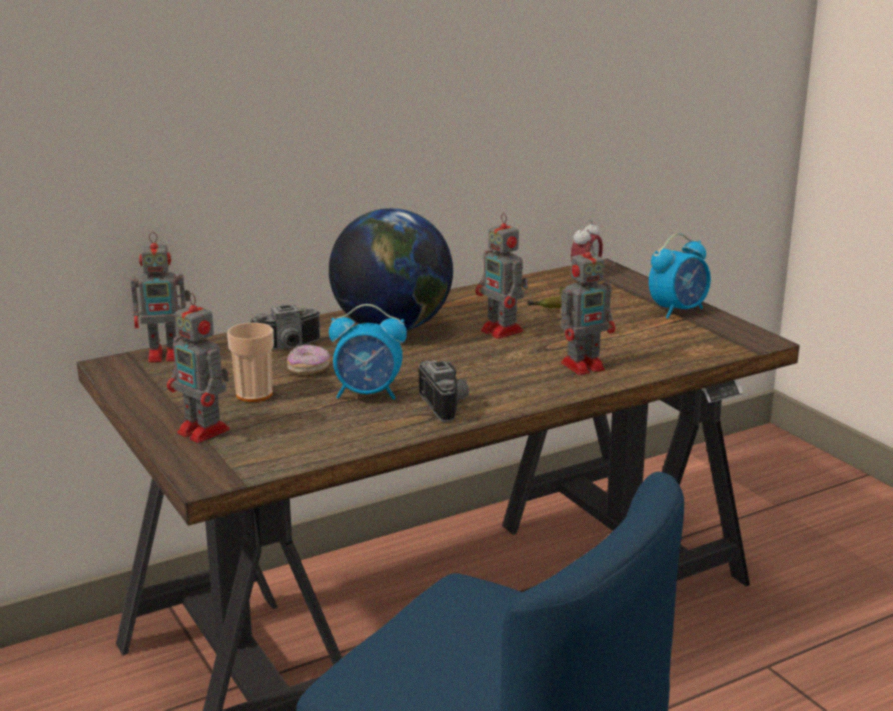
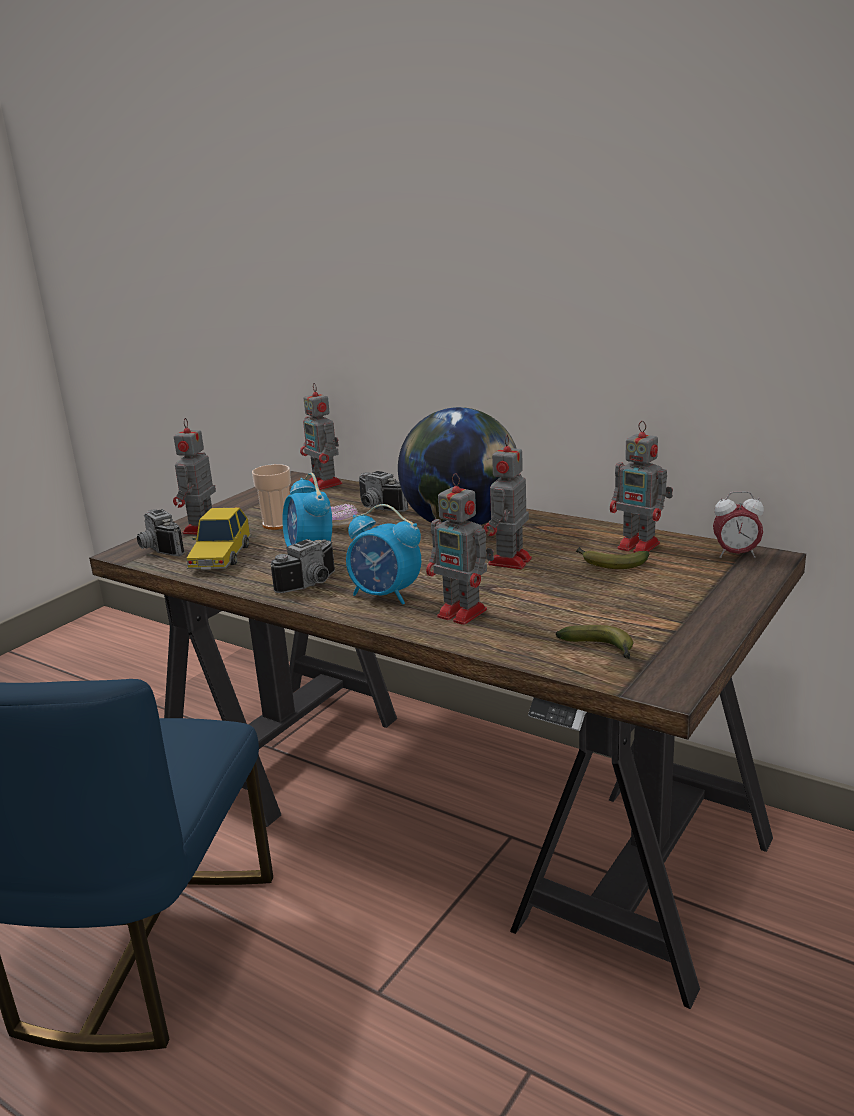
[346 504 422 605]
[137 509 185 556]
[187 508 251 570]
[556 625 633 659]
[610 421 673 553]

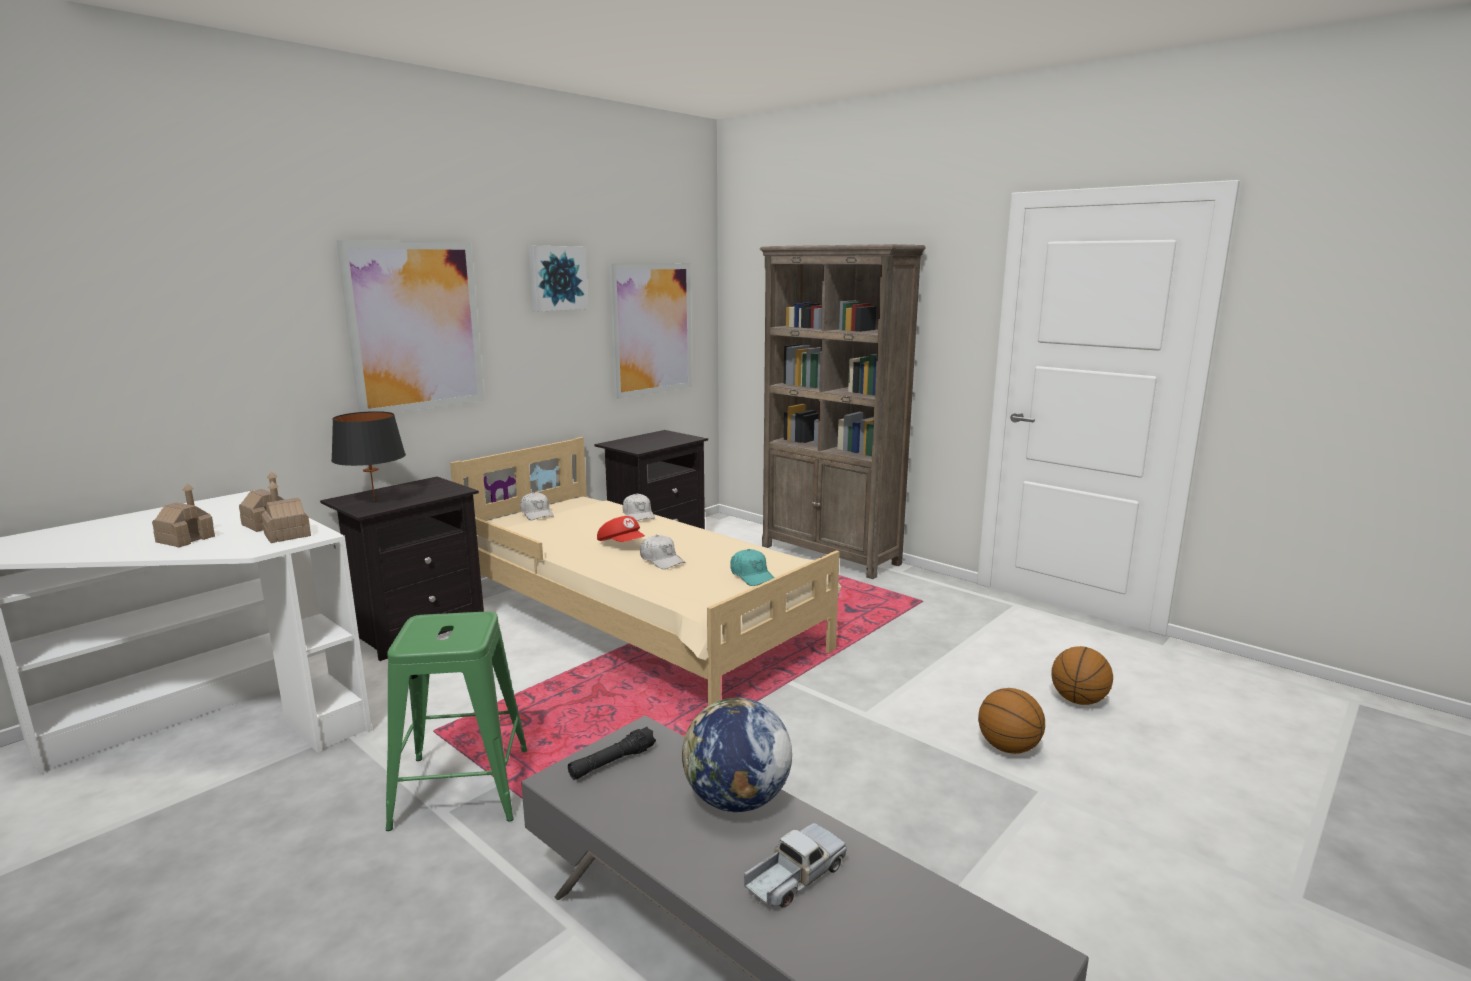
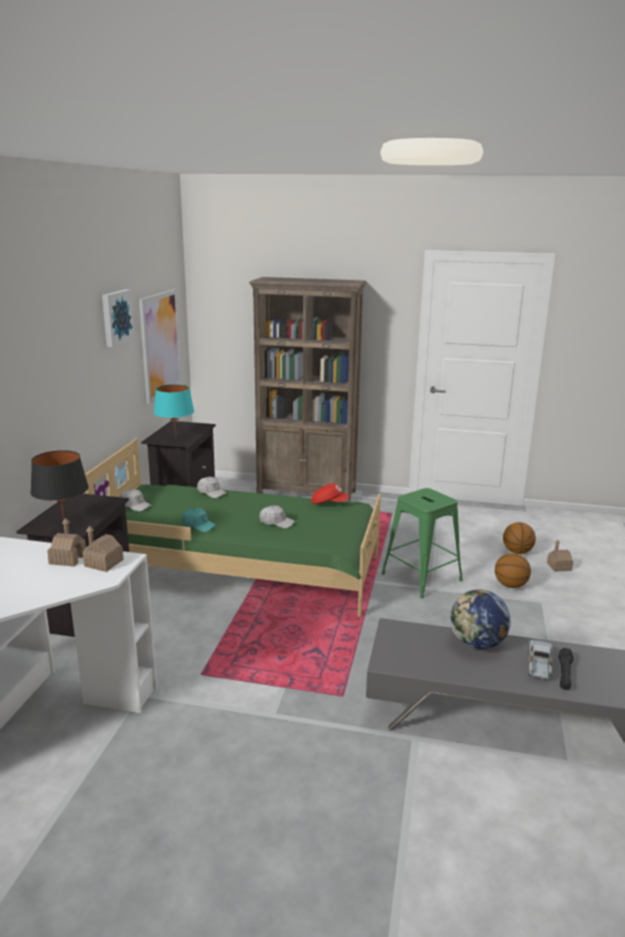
[547 540 573 572]
[336 240 484 413] (first image)
[382 488 463 598]
[83 438 381 617]
[559 648 573 690]
[312 483 350 504]
[182 508 217 532]
[154 384 194 437]

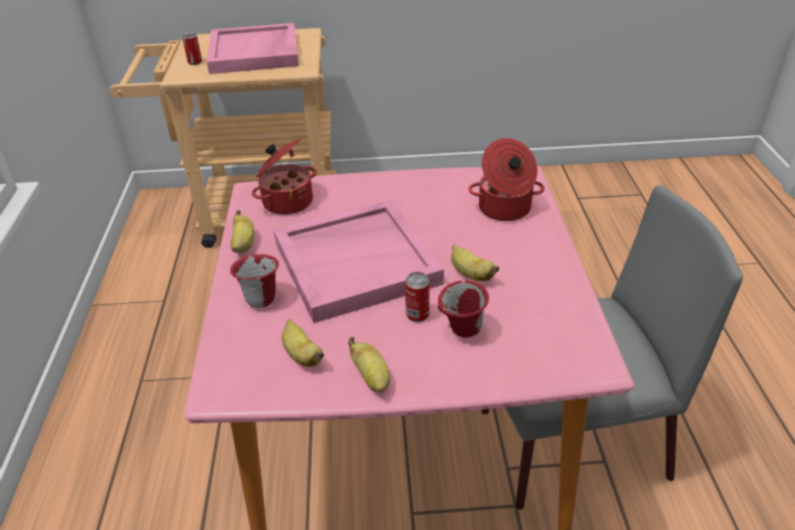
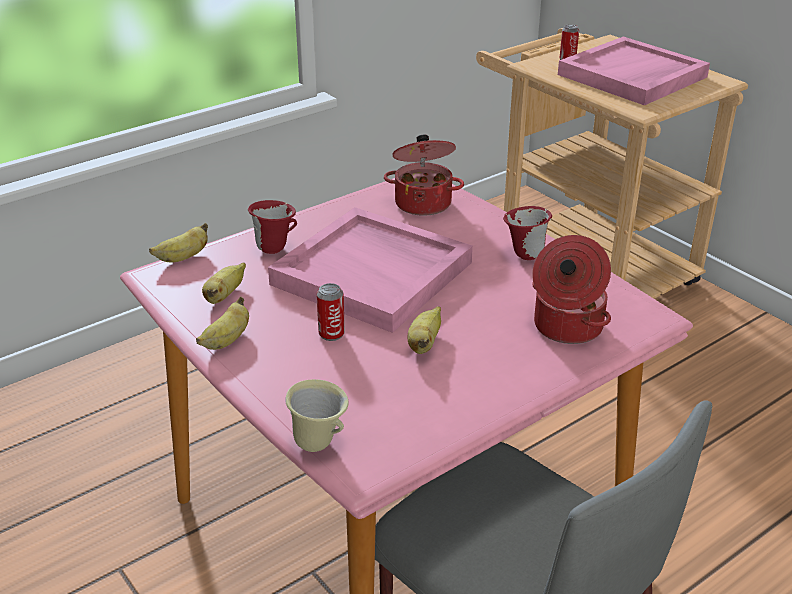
[149 223 208 262]
[503 206 552 260]
[286 379 349 452]

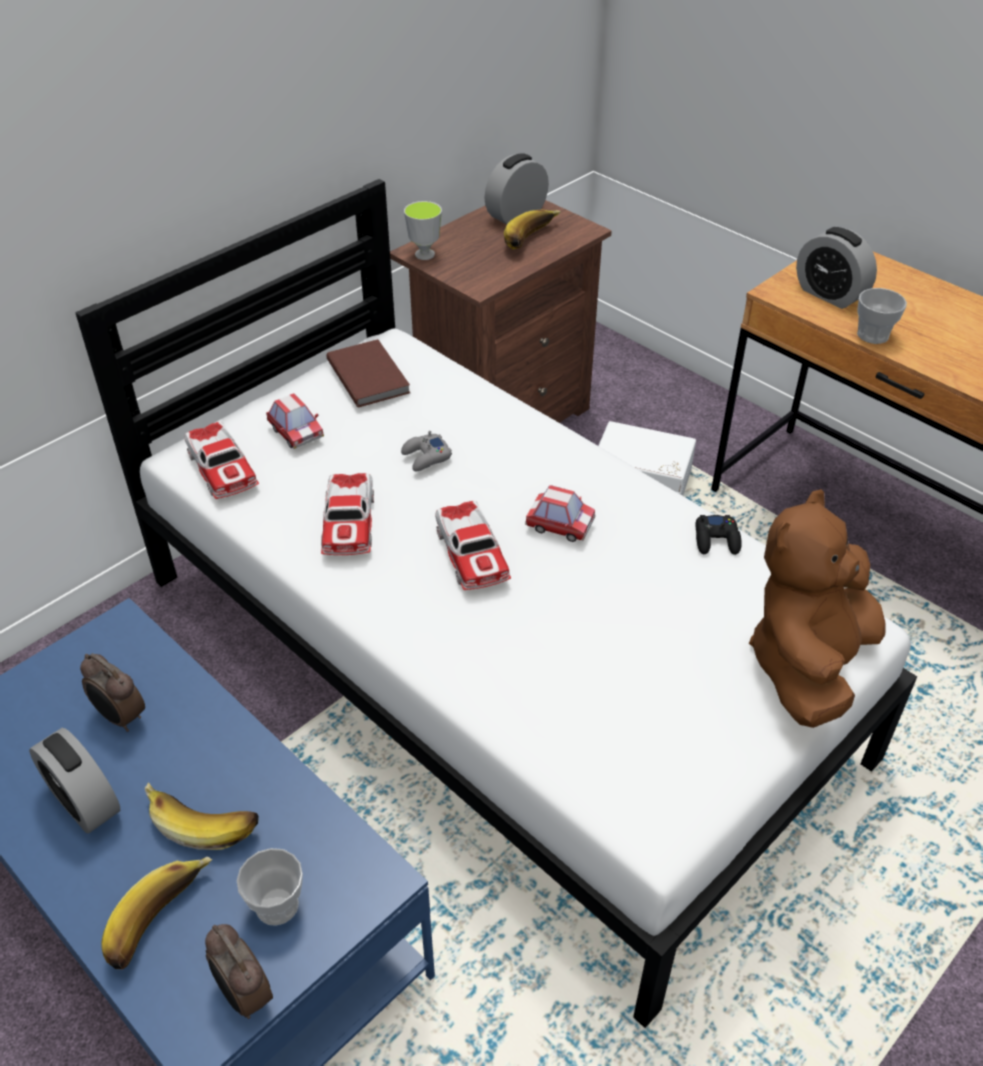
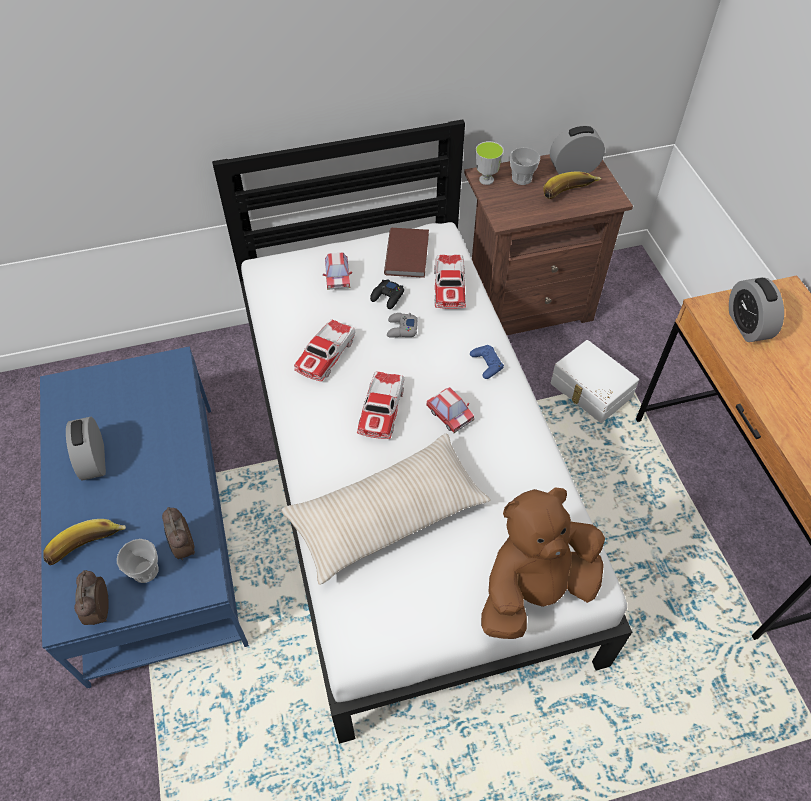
[162 507 195 560]
[144 782 259 850] (first image)
[434 255 466 309]
[370 279 404 309]
[510 147 540 185]
[281 433 491 585]
[470 345 504 379]

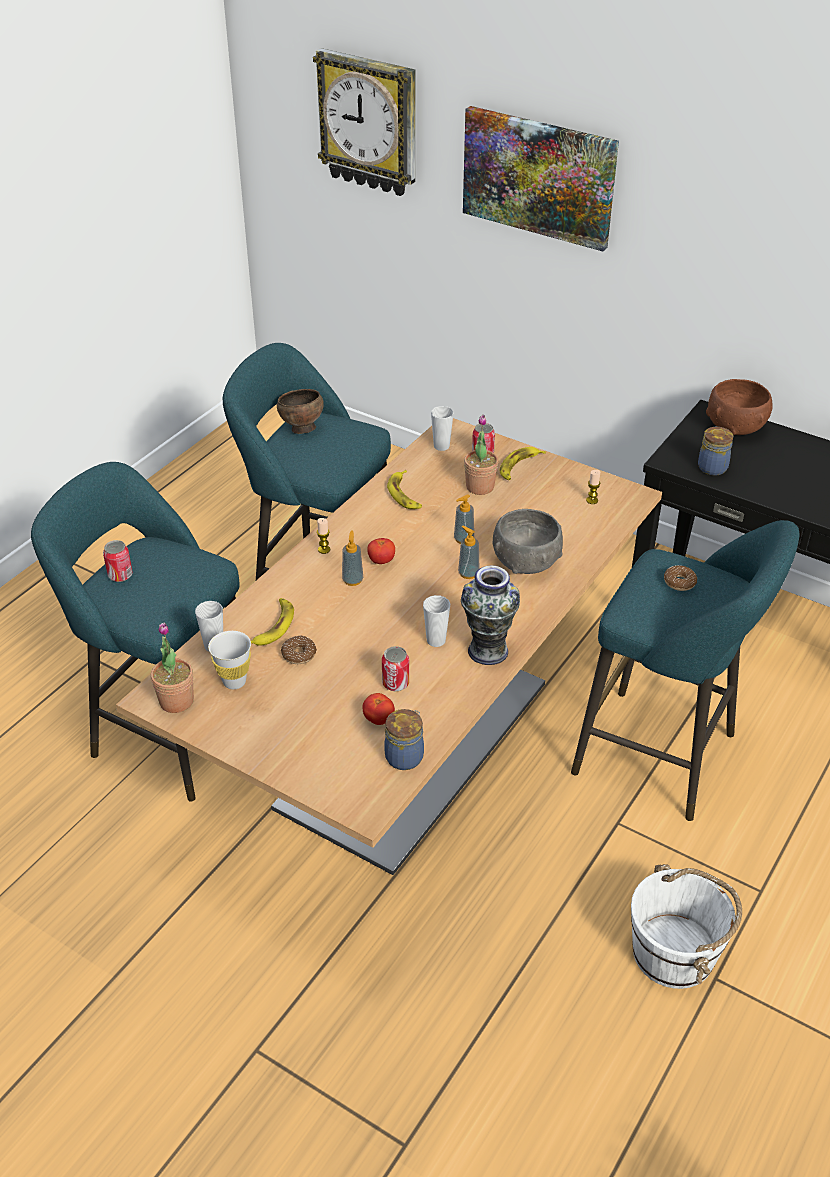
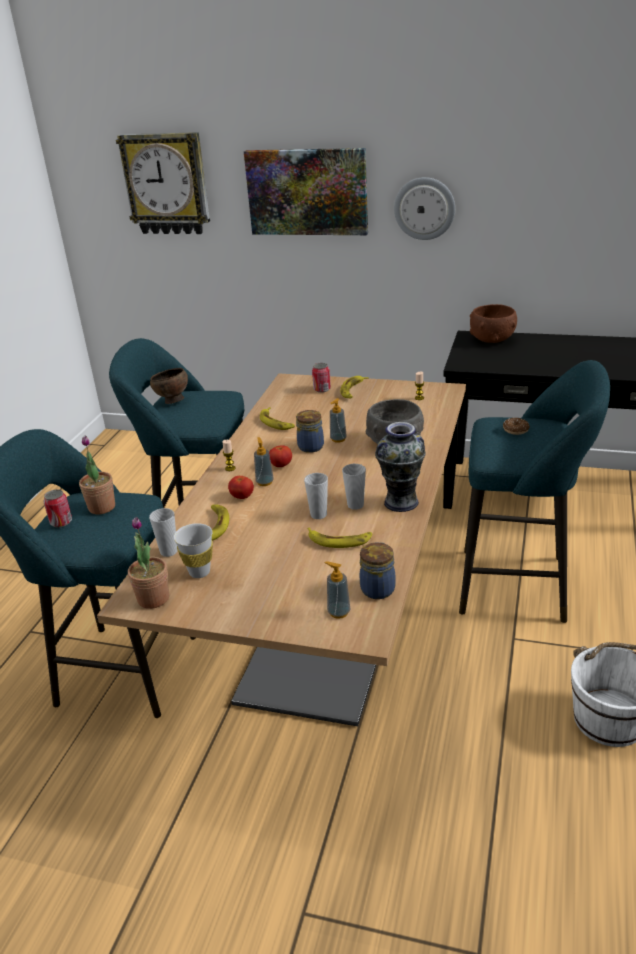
[281 635 317 664] (first image)
[228 476 254 499]
[308 527 372 548]
[304 473 328 519]
[325 561 350 619]
[79 436 115 514]
[296 410 324 453]
[394 177 455 240]

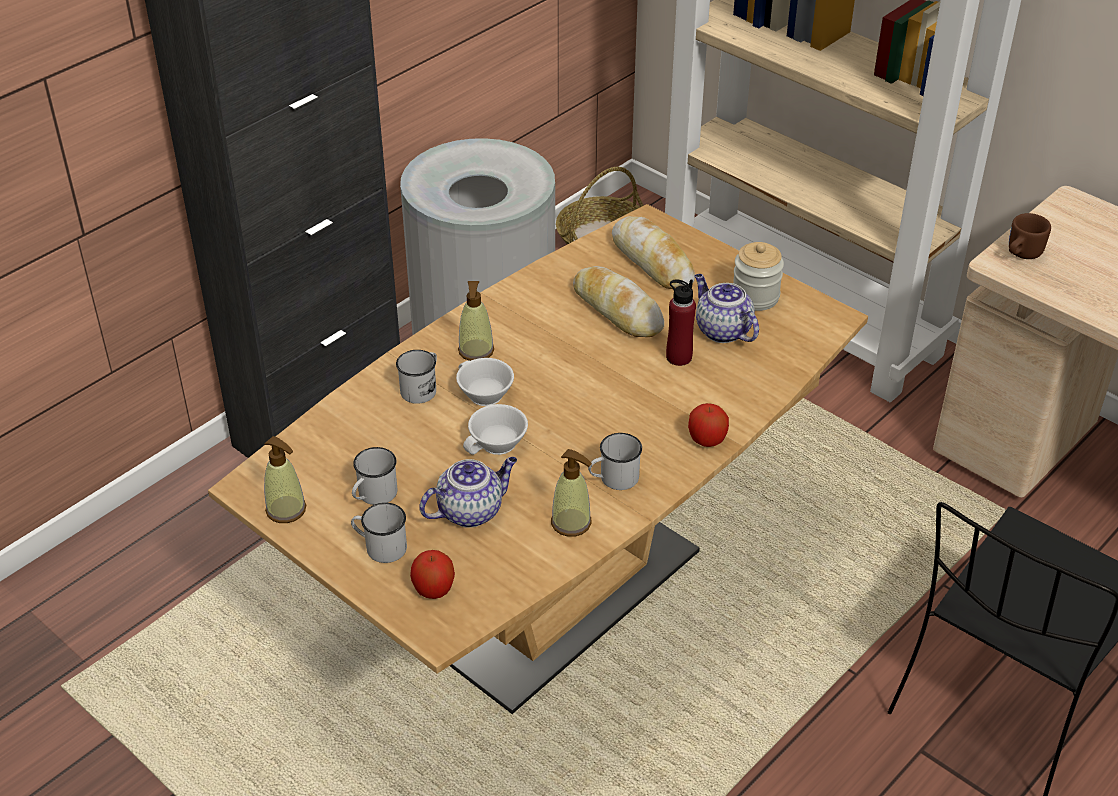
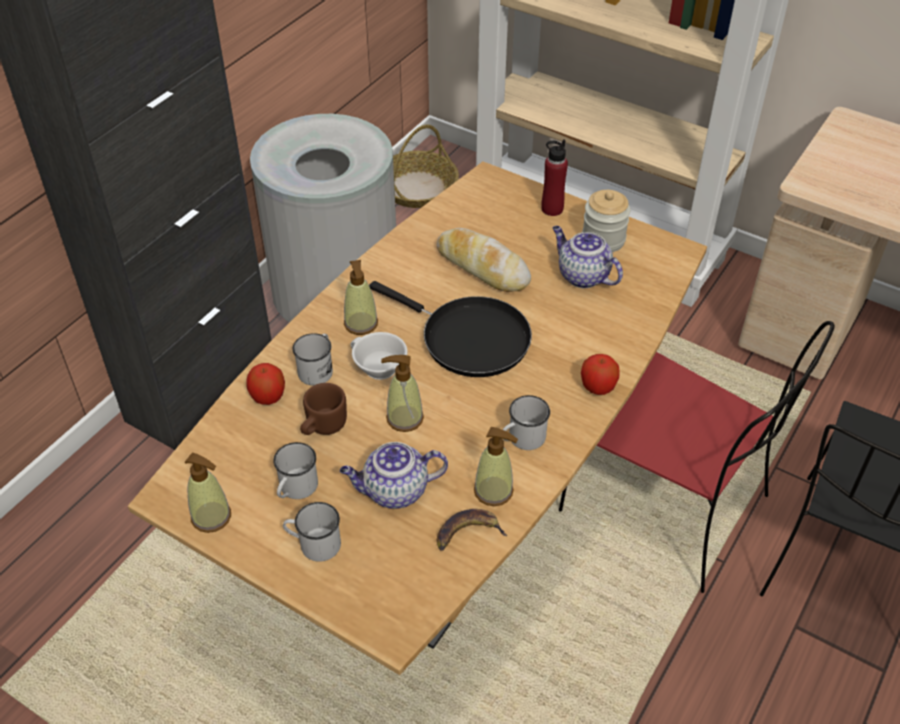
[246 363 285 405]
[340 442 448 509]
[381 355 424 432]
[612 216 695 289] (first image)
[541 139 568 216]
[300 383 347 435]
[369 281 532 377]
[437 509 508 551]
[559 321 835 593]

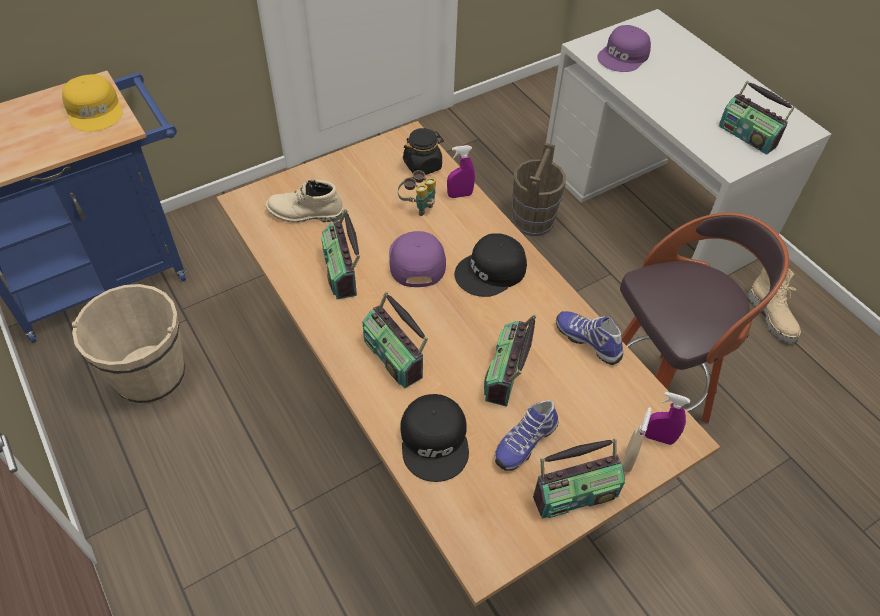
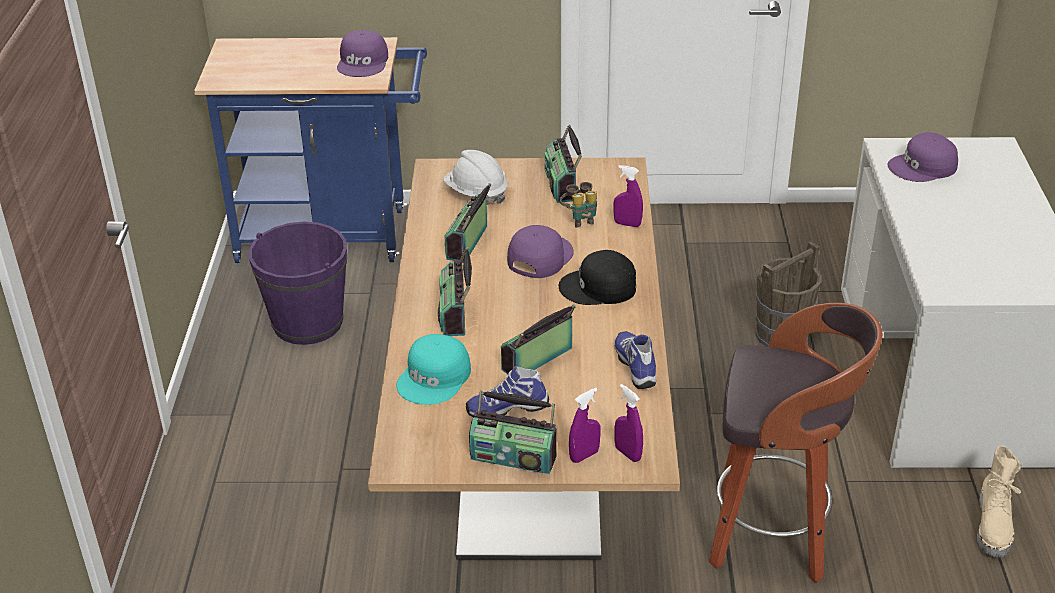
[337 30 388 77]
[249 222 347 345]
[443 150 508 204]
[396 334 471 405]
[403 128 444 175] (first image)
[569 388 601 463]
[545 125 582 203]

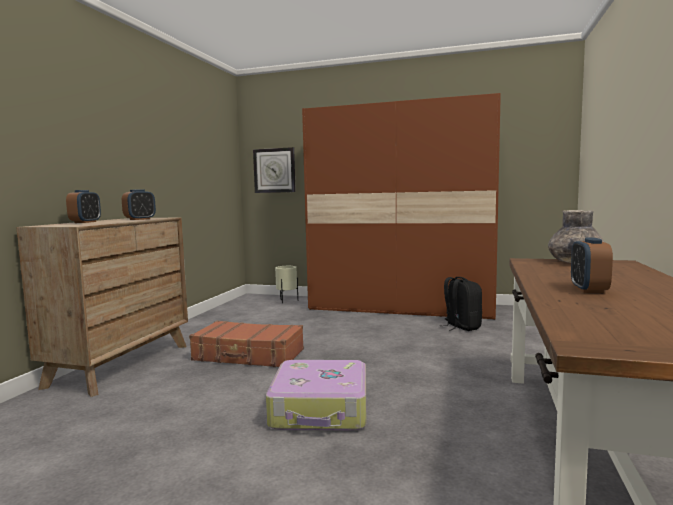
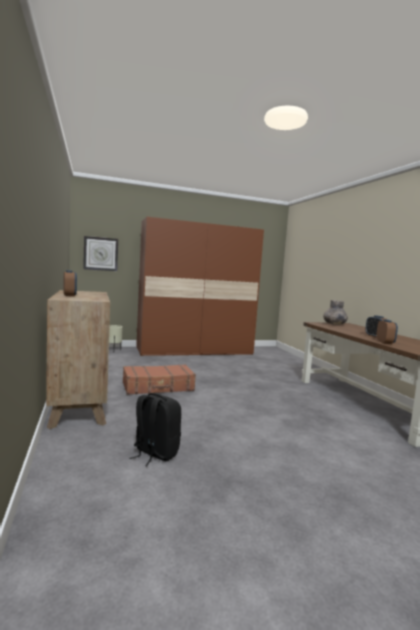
[376 319 398 344]
[266 360 366 431] (first image)
[130 393 181 466]

